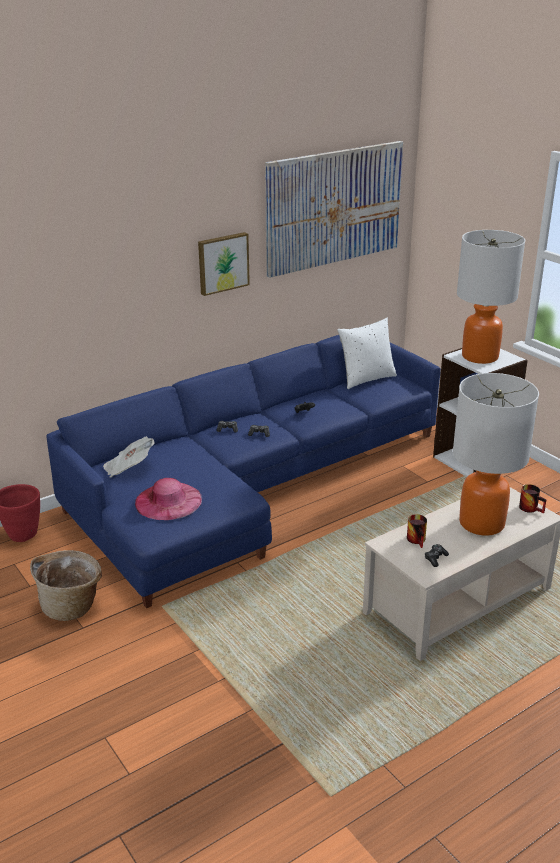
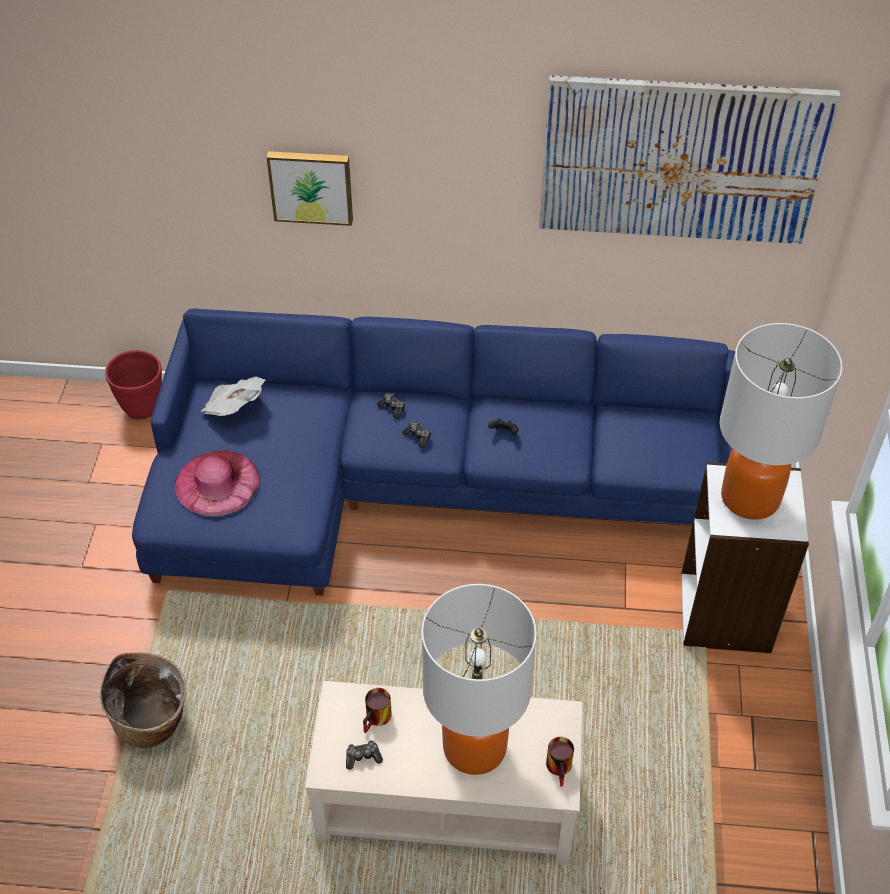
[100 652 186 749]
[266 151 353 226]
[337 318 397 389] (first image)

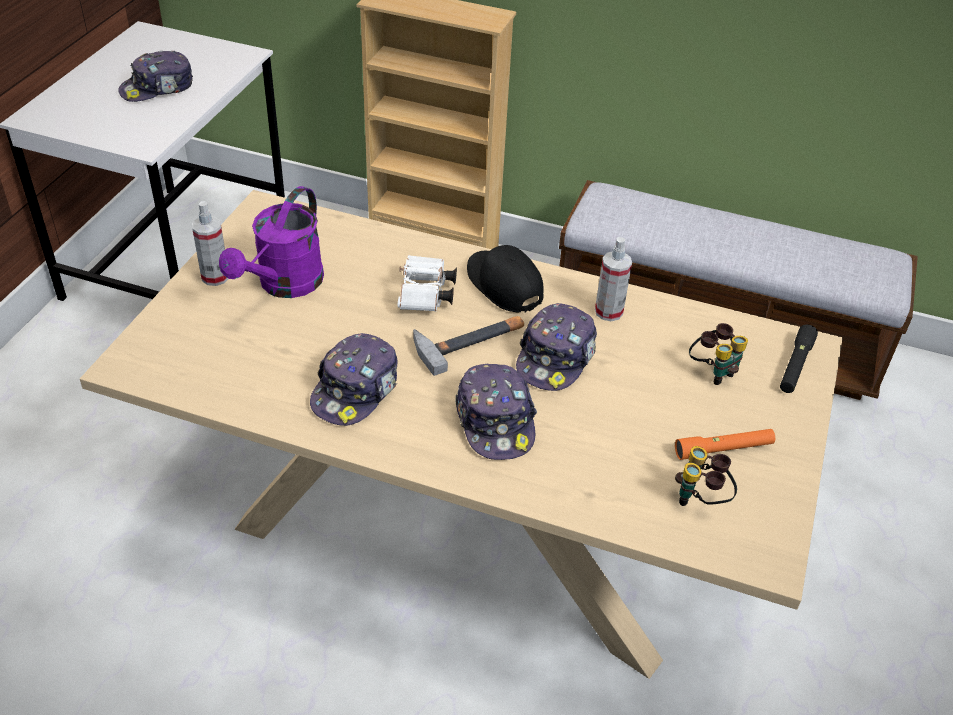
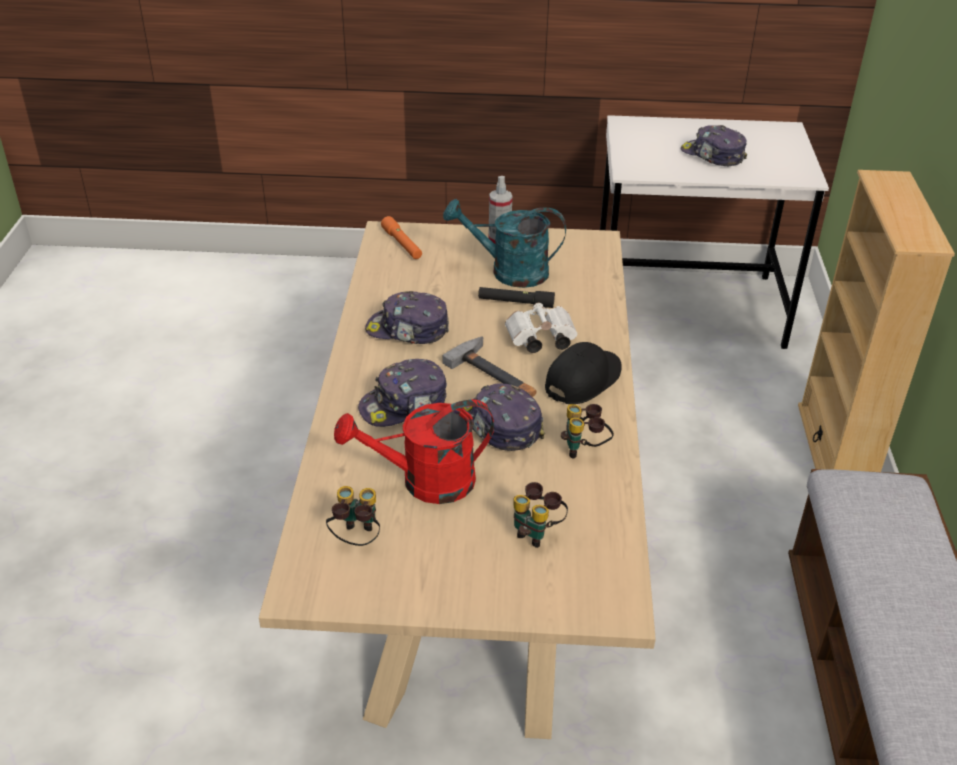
[443 199 566 288]
[463 383 545 451]
[561 404 614 459]
[381 216 422 259]
[478 287 555 308]
[334 399 494 504]

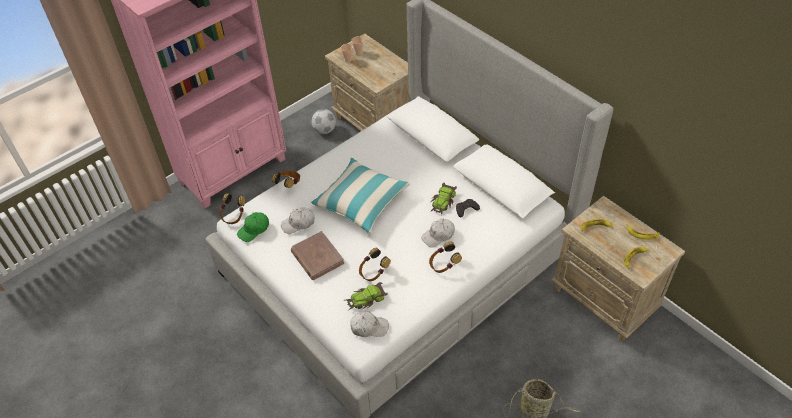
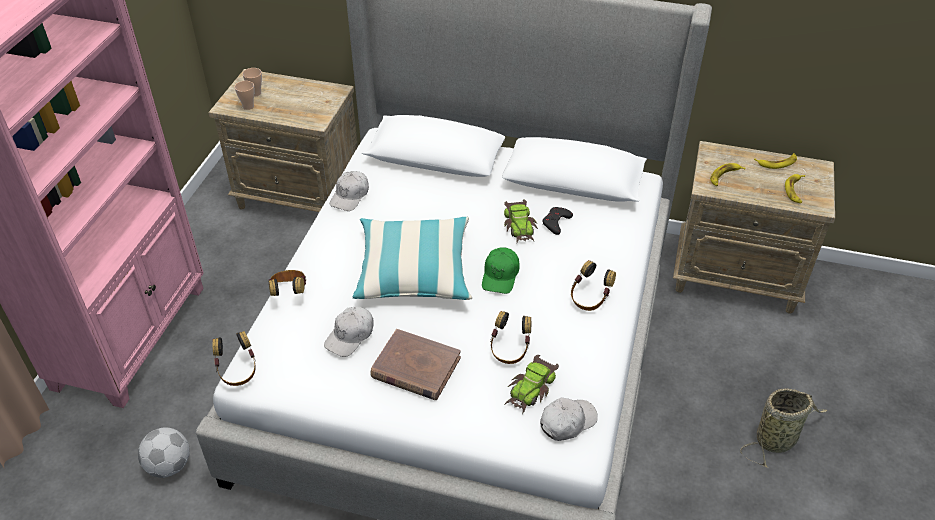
[482 247 520 294]
[138 427 190 478]
[330 171 369 211]

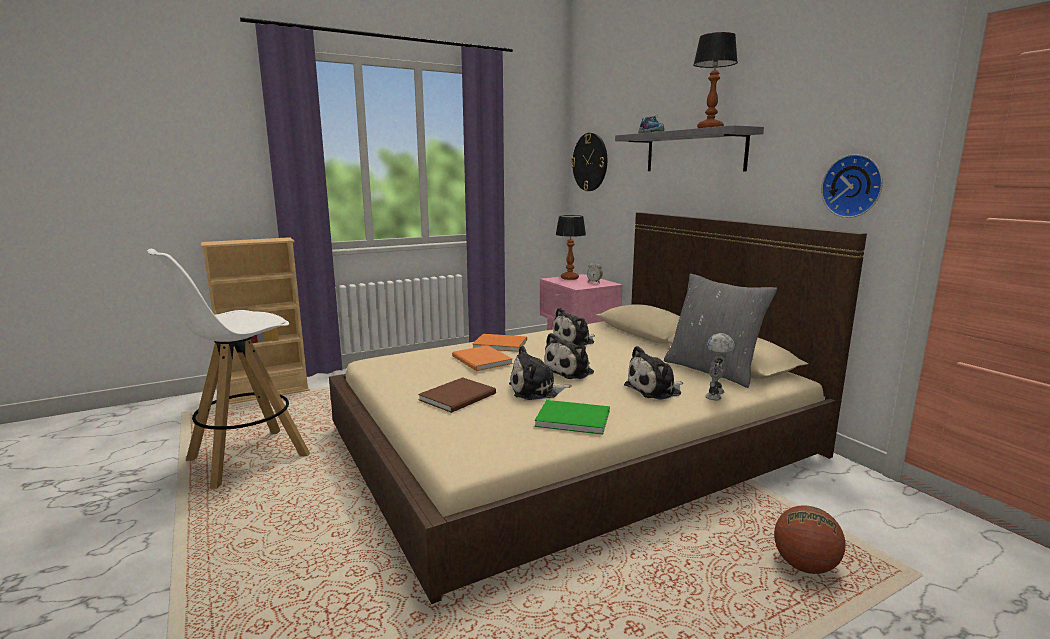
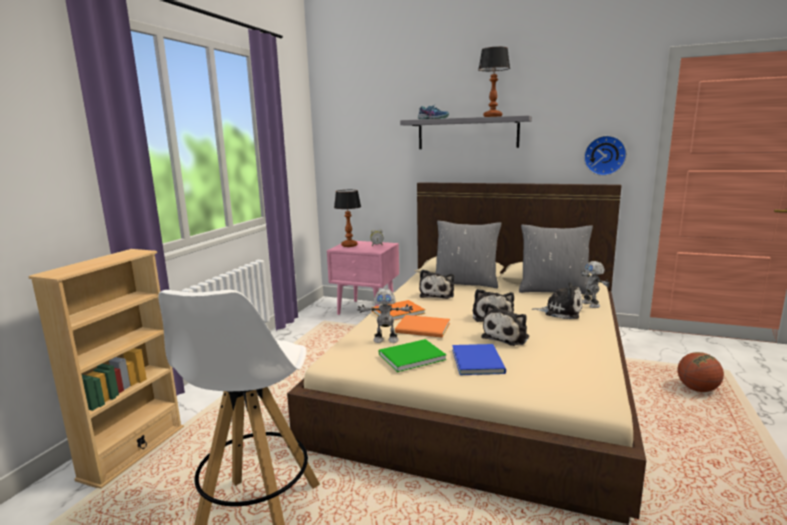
[452 344 506 375]
[379 339 447 372]
[571 133 607 191] (first image)
[532 282 583 319]
[357 289 413 343]
[435 221 501 288]

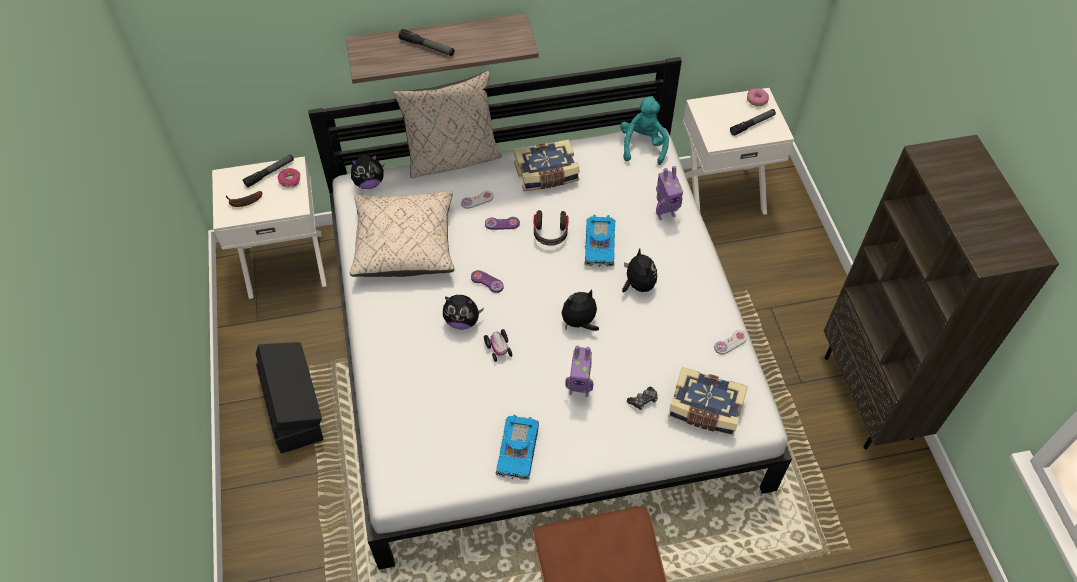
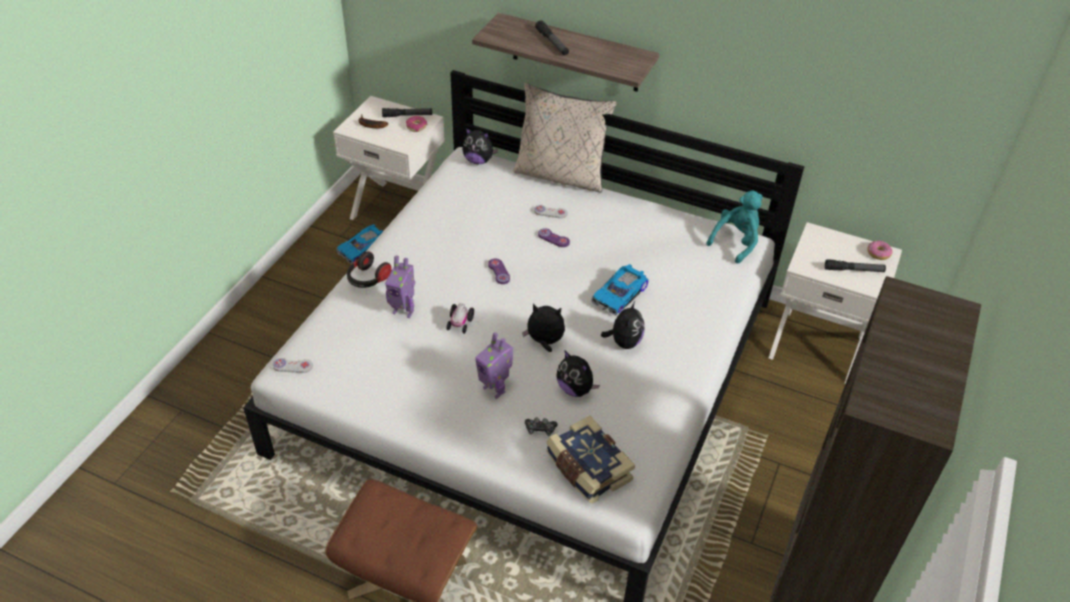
[256 342 324 453] (first image)
[350 191 454 277] (first image)
[556 351 600 397]
[337 224 383 264]
[514 139 580 191] (first image)
[347 251 392 288]
[385 255 415 318]
[272 358 313 373]

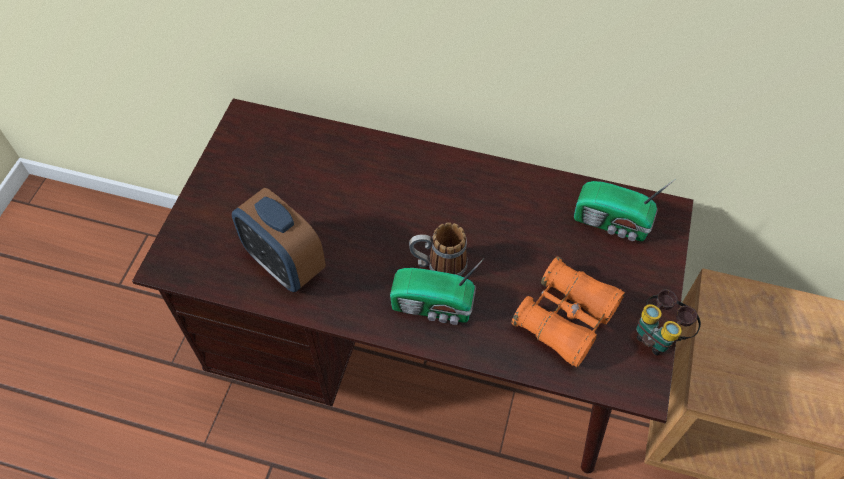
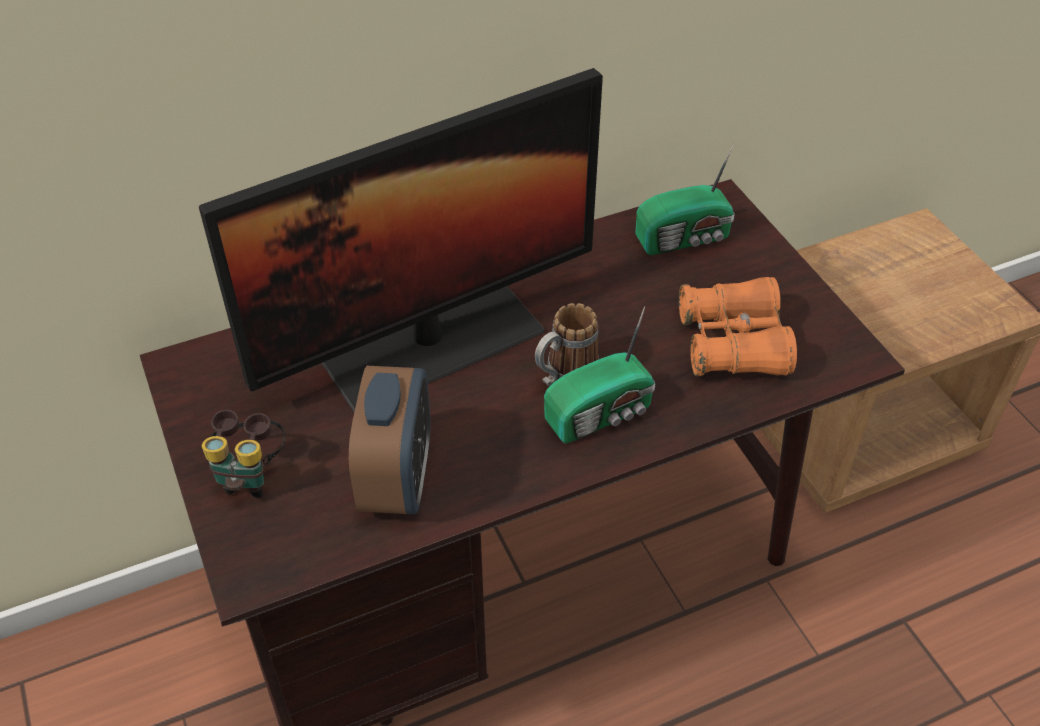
[349 366 431 514]
[202 410 285 498]
[199 68 603 412]

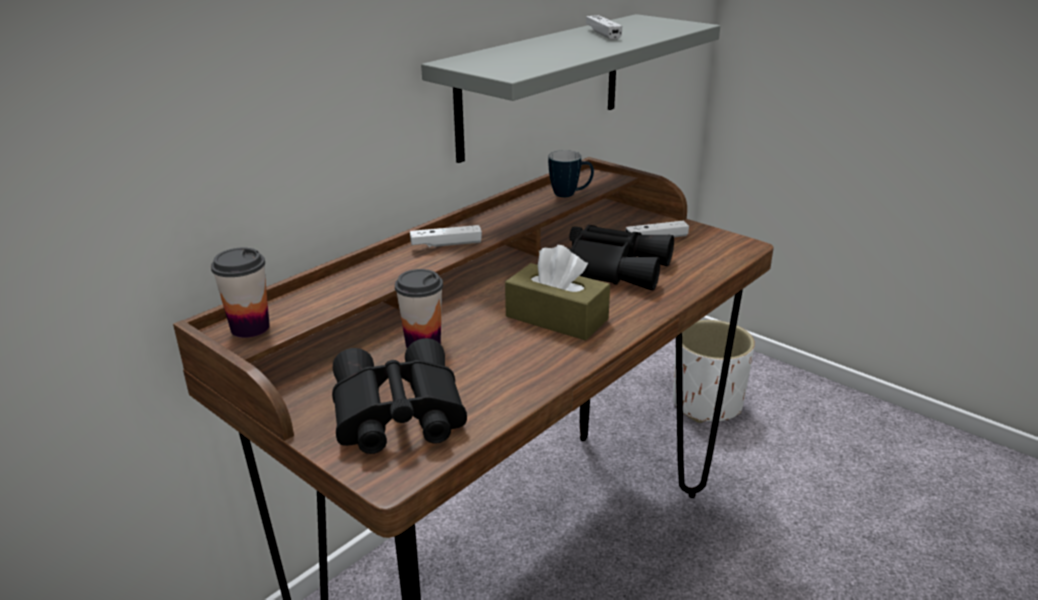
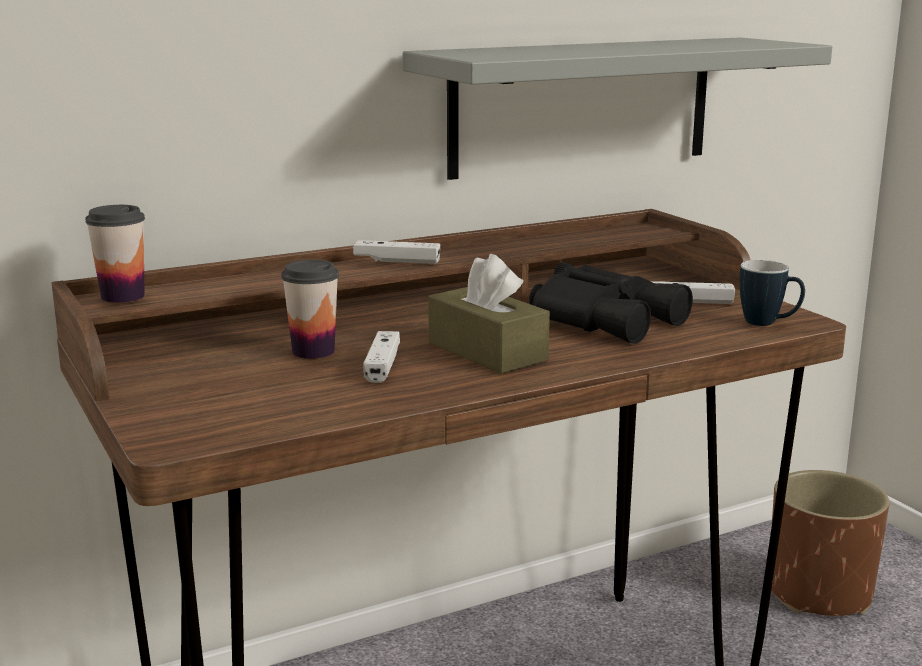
[332 338 467 454] (first image)
[740 260 805 326]
[363 331 400 383]
[771 470 890 616]

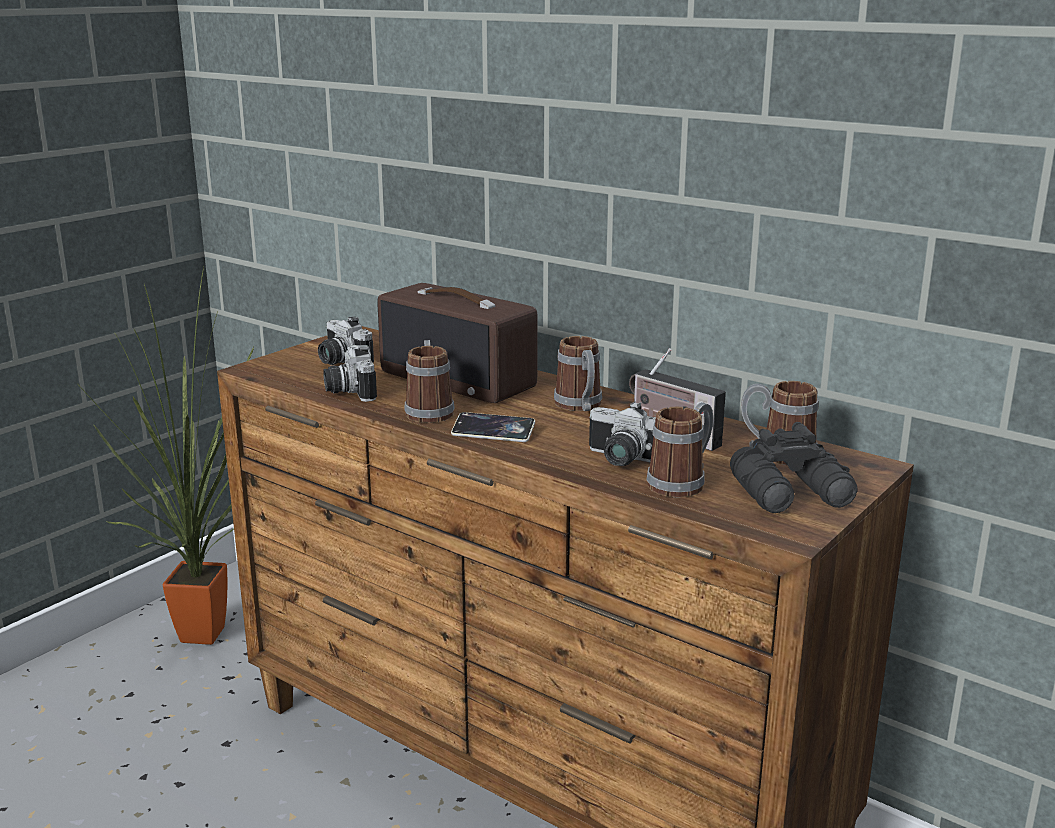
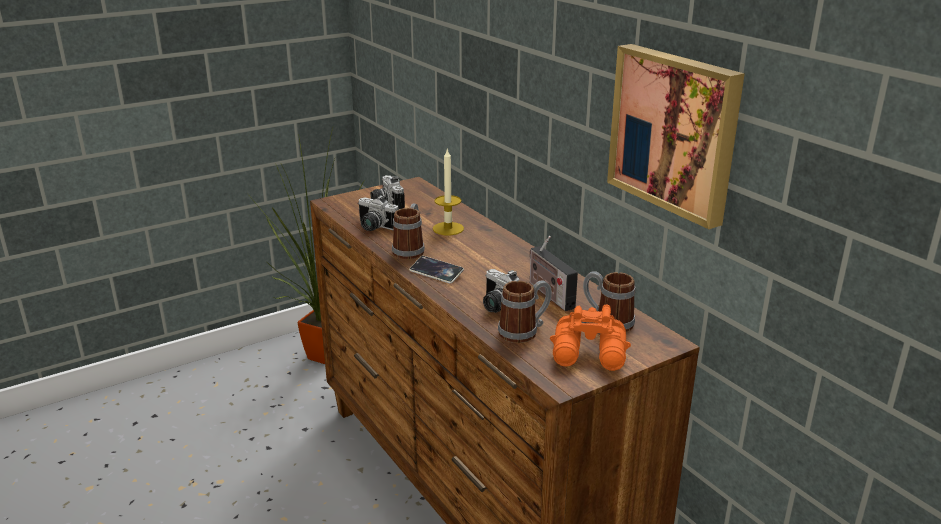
[358 195 398 231]
[433 148 464 235]
[554 336 602 411] (first image)
[550 304 631 371]
[607 44 745 229]

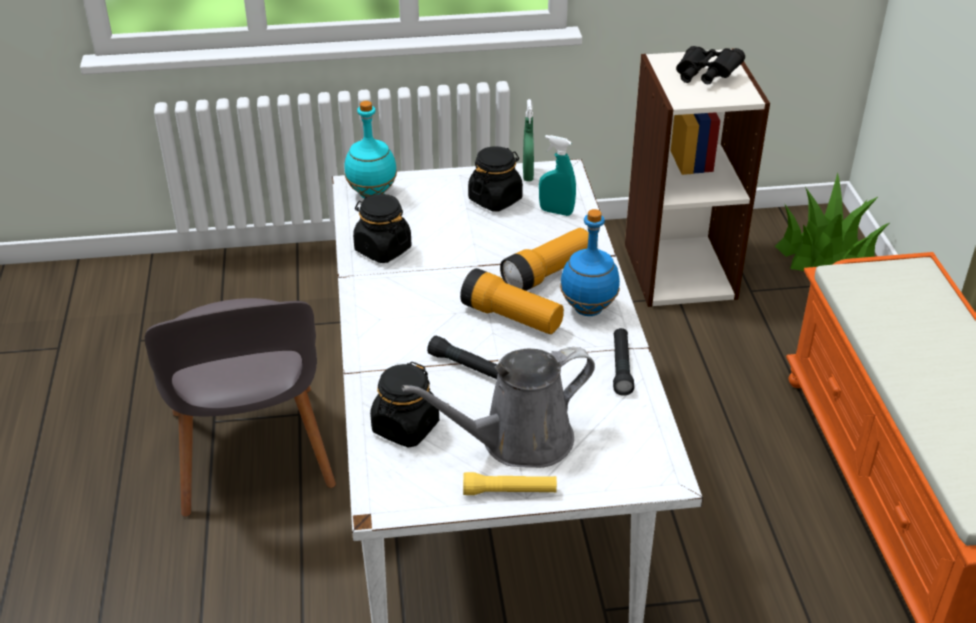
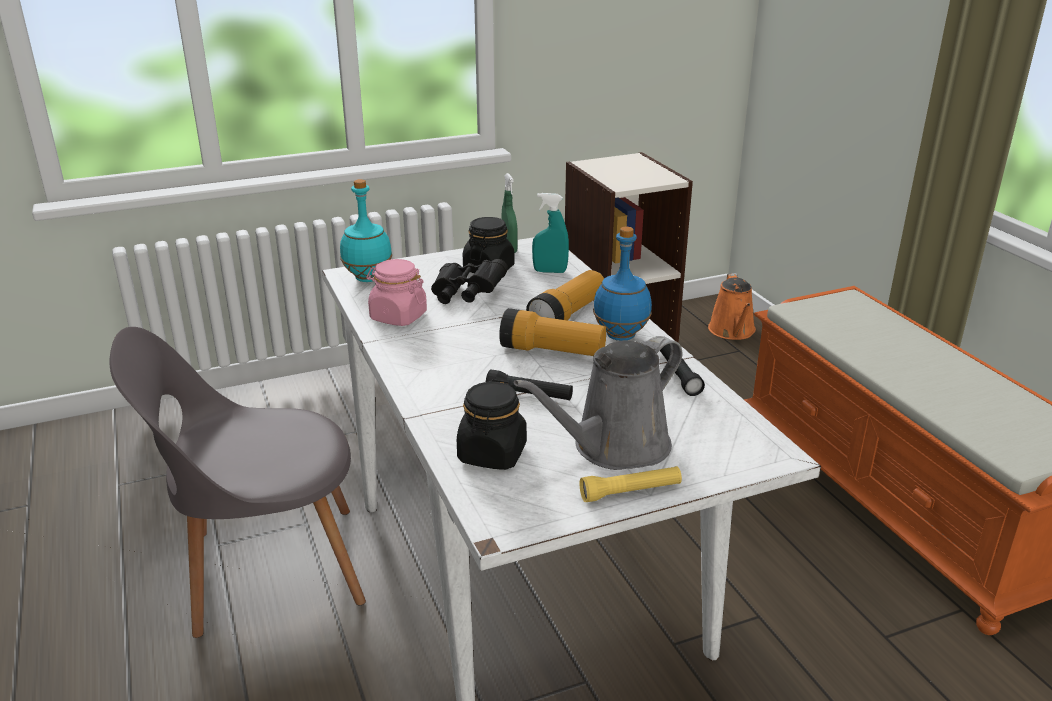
[109 327 366 638]
[366 259 427 326]
[431 259 508 304]
[708 273 756 340]

